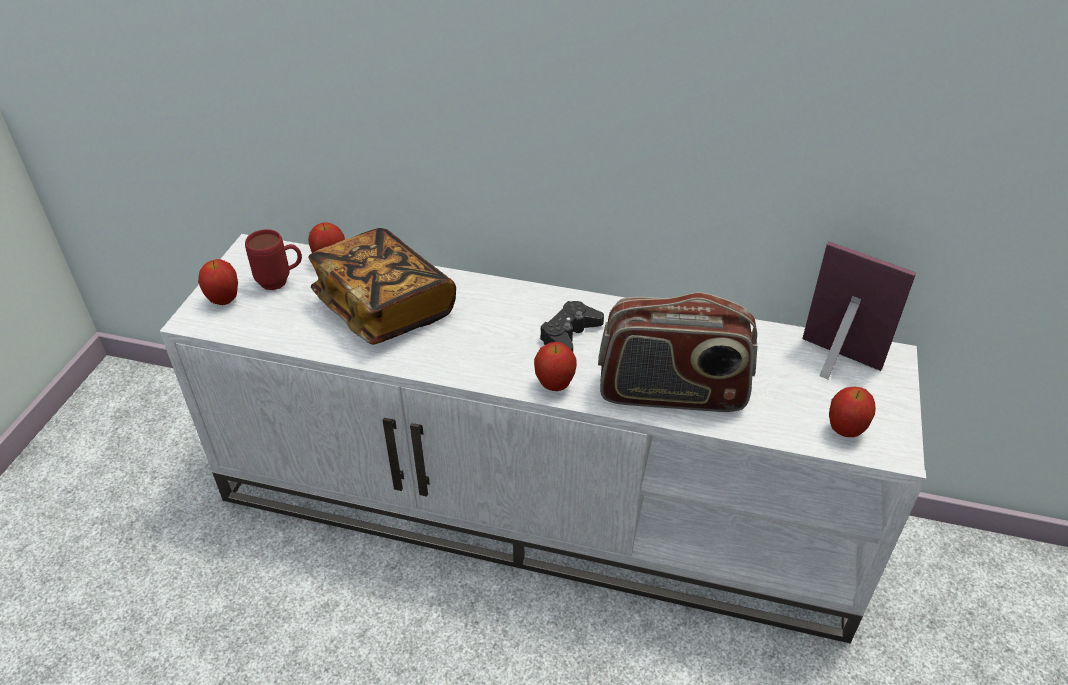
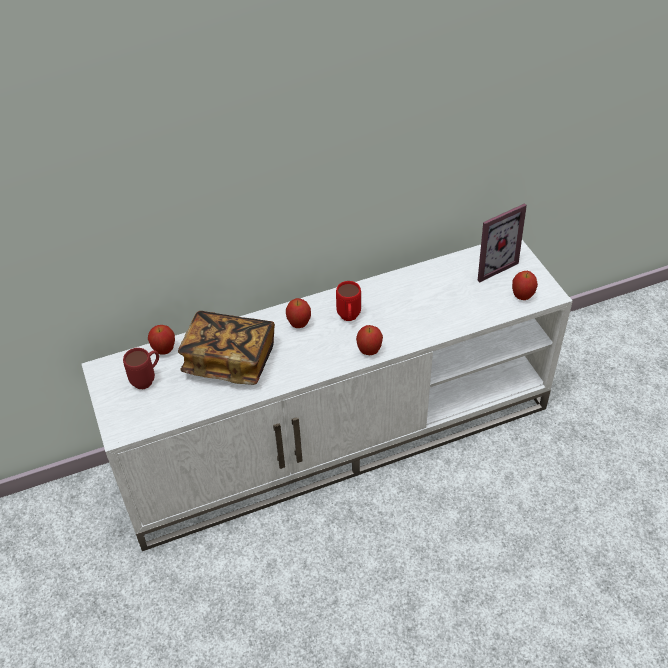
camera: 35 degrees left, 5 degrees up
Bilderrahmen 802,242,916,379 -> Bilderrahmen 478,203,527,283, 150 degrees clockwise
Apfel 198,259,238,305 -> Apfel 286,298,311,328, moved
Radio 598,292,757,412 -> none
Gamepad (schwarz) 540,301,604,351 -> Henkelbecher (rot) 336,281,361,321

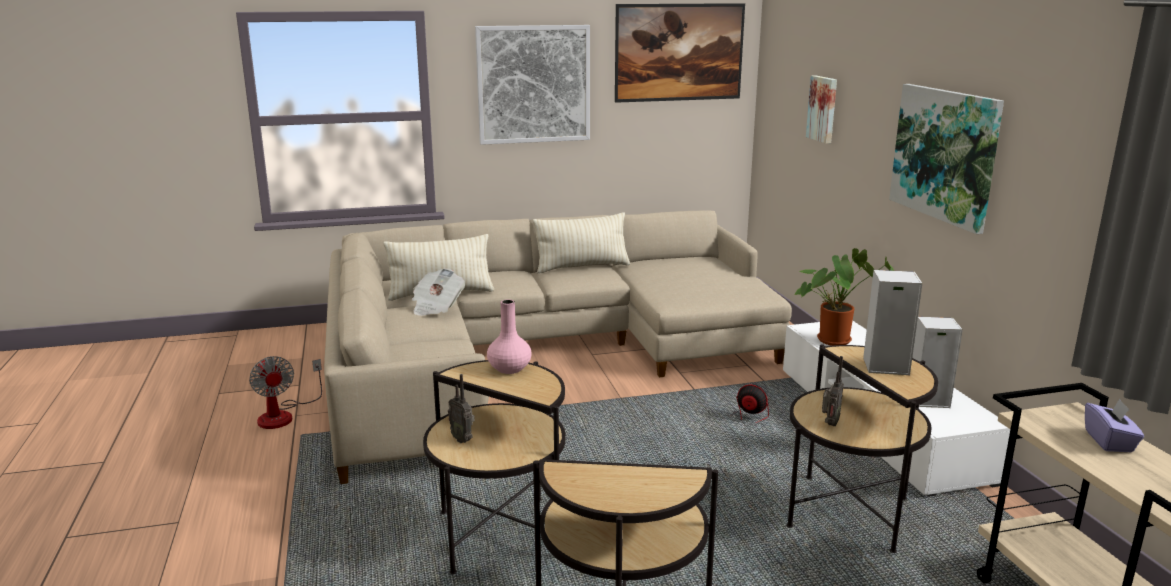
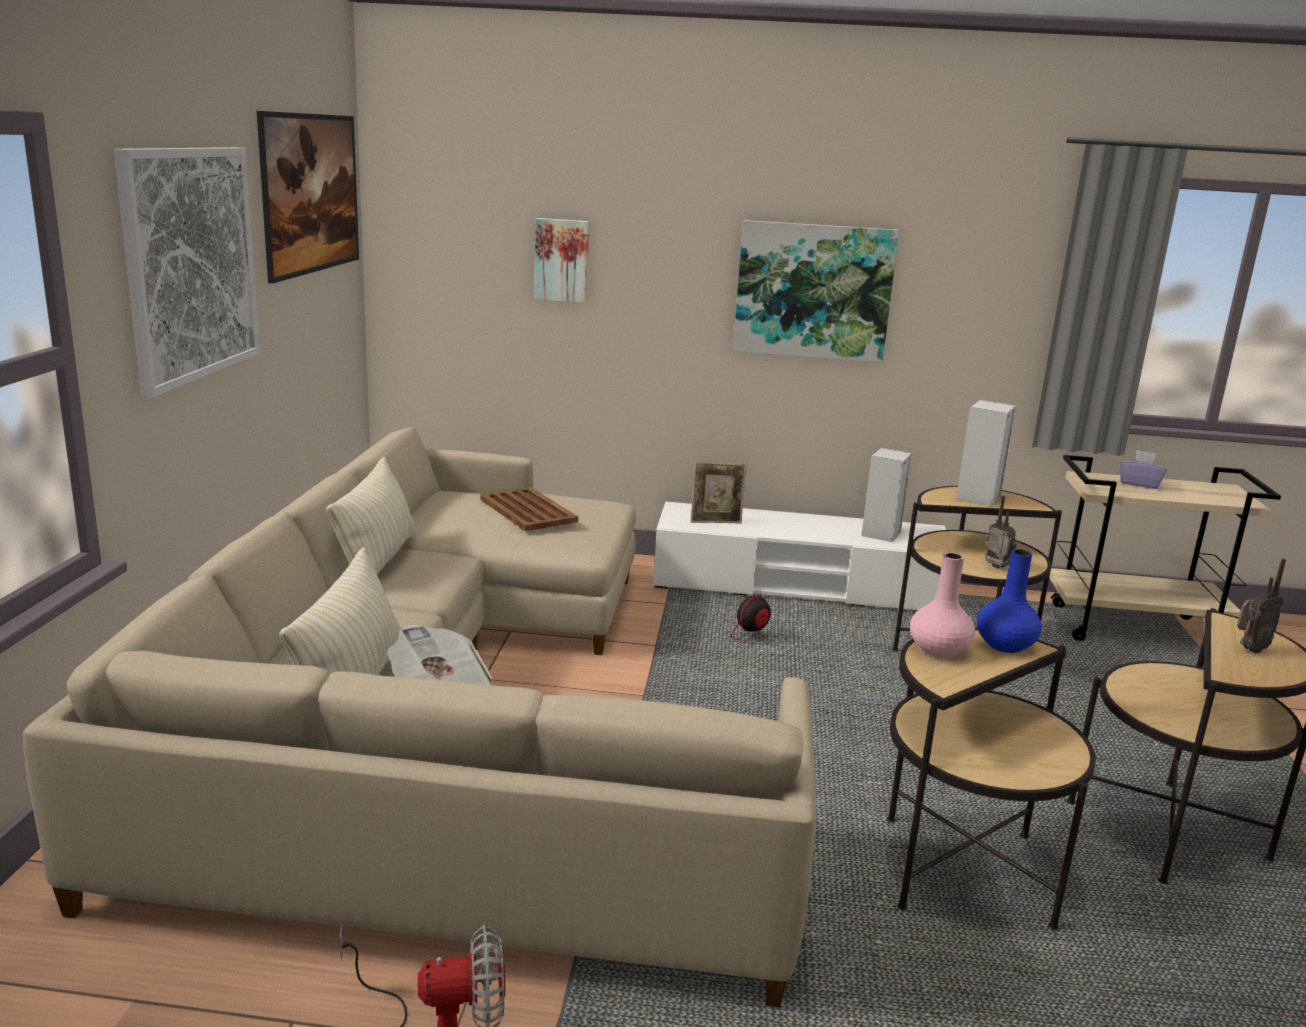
camera: 70 degrees left, 0 degrees up
Topfpflanze 794,248,894,346 -> Bilderrahmen 691,462,747,523
Radio 448,374,475,443 -> Radio 1237,558,1286,653, moved
none -> Tablett (braun) 480,487,578,531
none -> Vase (blau) 977,549,1042,653

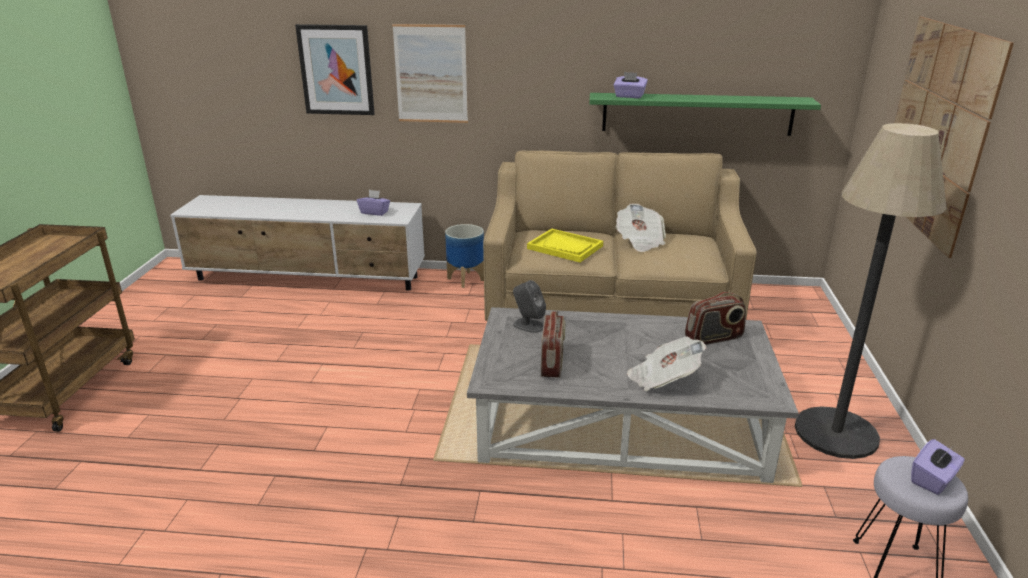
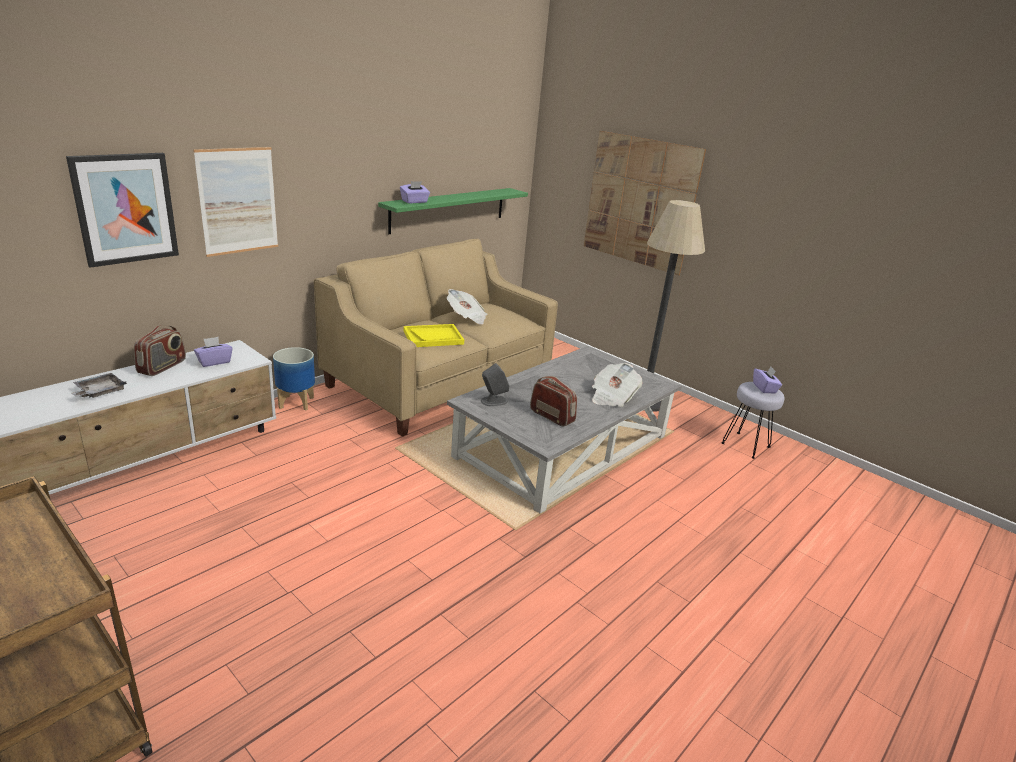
camera: 55 degrees left, 0 degrees up
Radio 685,292,746,345 -> Radio 134,325,186,376, moved
none -> Tablett (grau) 72,373,127,398

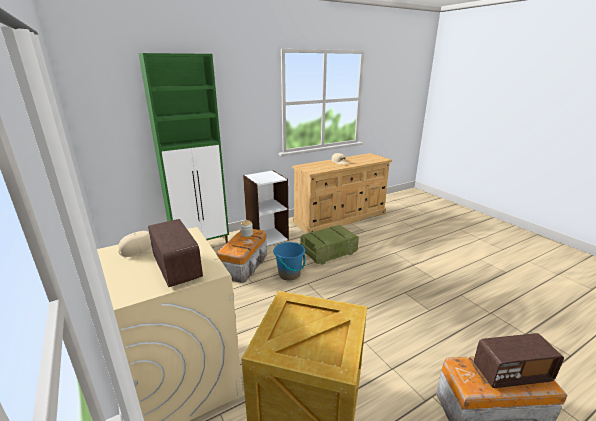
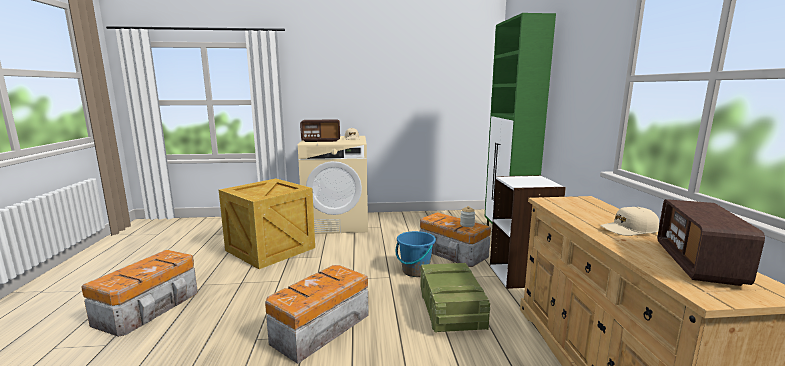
camera: 115 degrees right, 10 degrees down
Radio 473,333,564,388 -> Radio 657,199,765,286, moved
none -> Aufbewahrungsbox 265,265,369,364

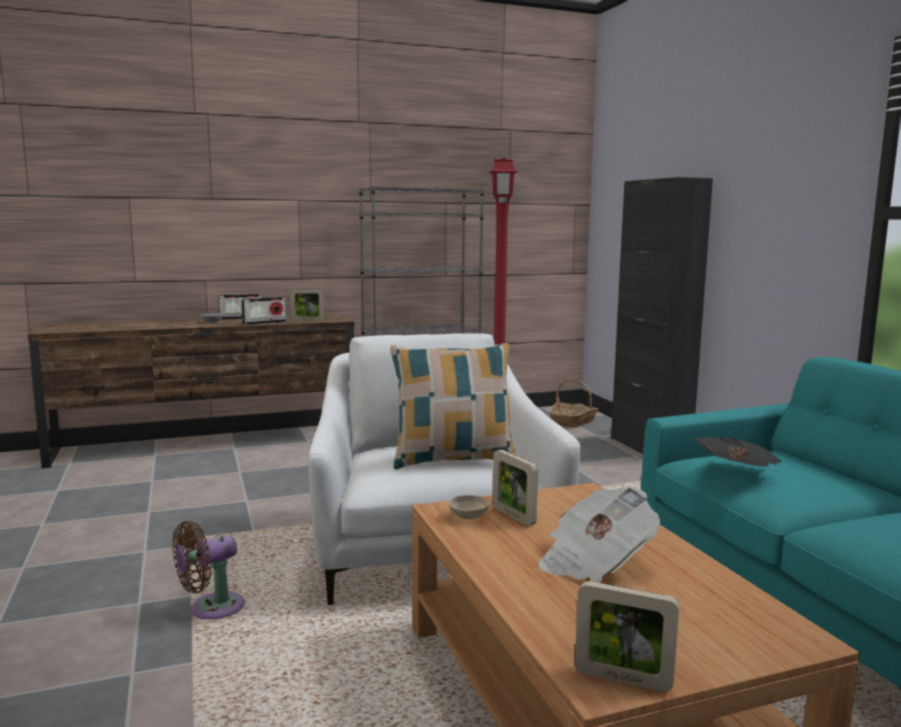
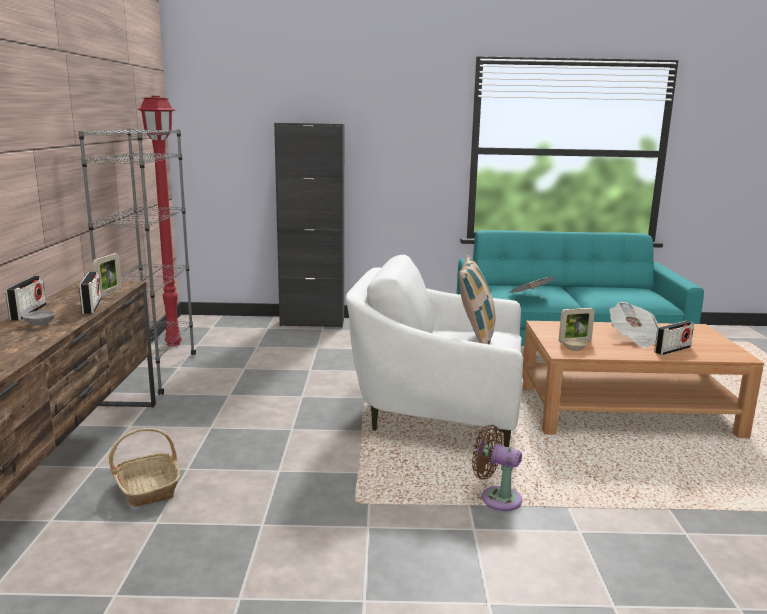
camera: 70 degrees left, 5 degrees up
Korb 549,379,598,428 -> Korb 109,428,180,507, moved
Ventilator (braun) 172,521,245,619 -> Ventilator (braun) 472,425,522,511, 135 degrees clockwise
Bilderrahmen 575,581,680,692 -> none
none -> Radio 654,321,694,355

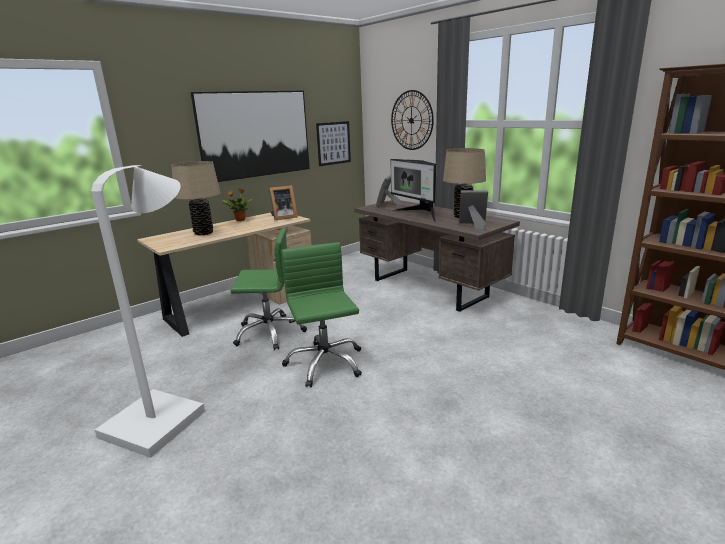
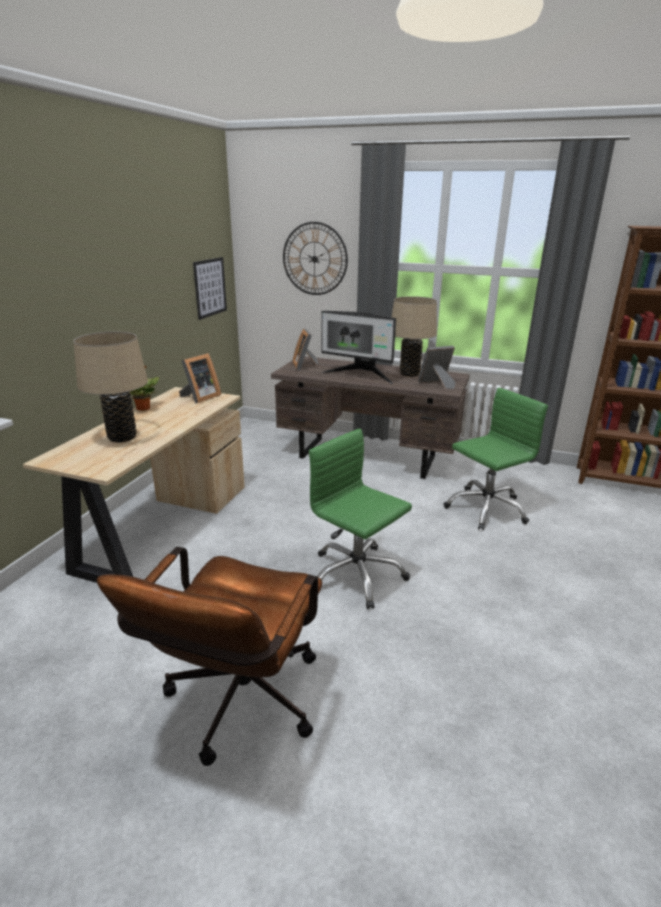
camera: 30 degrees left, 5 degrees up
Bild 191,91,310,182 -> none
Stehlampe (weiß) 91,165,205,458 -> Bürostuhl (braun) 97,547,322,766
Bürostuhl (grün) 230,228,307,350 -> Bürostuhl (grün) 443,388,548,530, moved

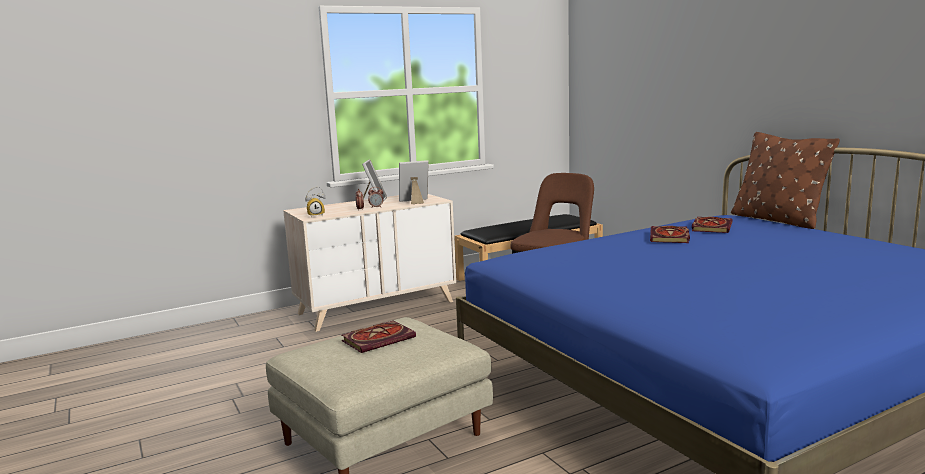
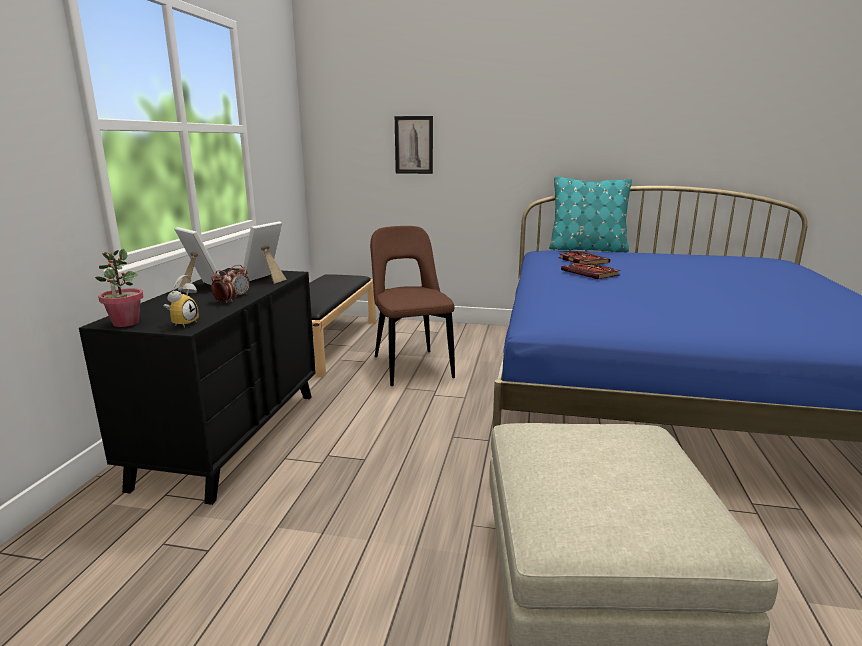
camera: 50 degrees left, 5 degrees up
Kissen (braun) 731,132,840,229 -> Kissen (türkis) 549,176,632,252
Kommode (beige) 283,194,456,332 -> Kommode (schwarz) 79,268,316,505
Buch 342,320,416,353 -> none
none -> Bild 395,116,433,174
none -> Topfpflanze 95,249,143,327

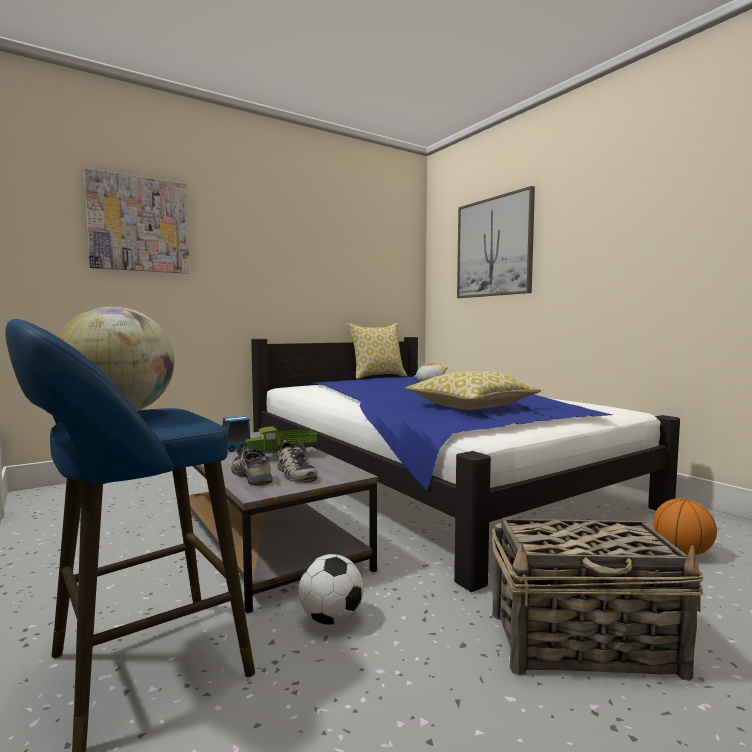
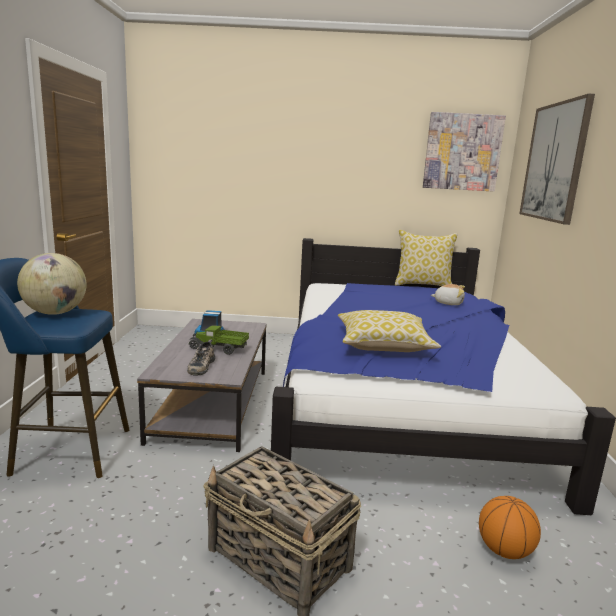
camera: 35 degrees right, 10 degrees up
Bild 84,168,190,274 -> Bild 423,112,506,192, moved
Schuh 231,448,273,486 -> none
Fußball 299,554,364,625 -> none

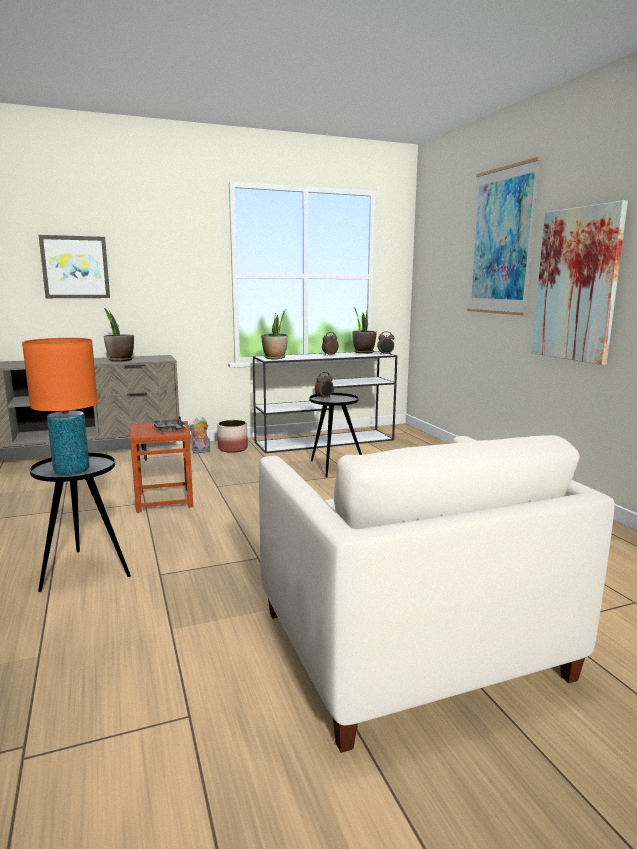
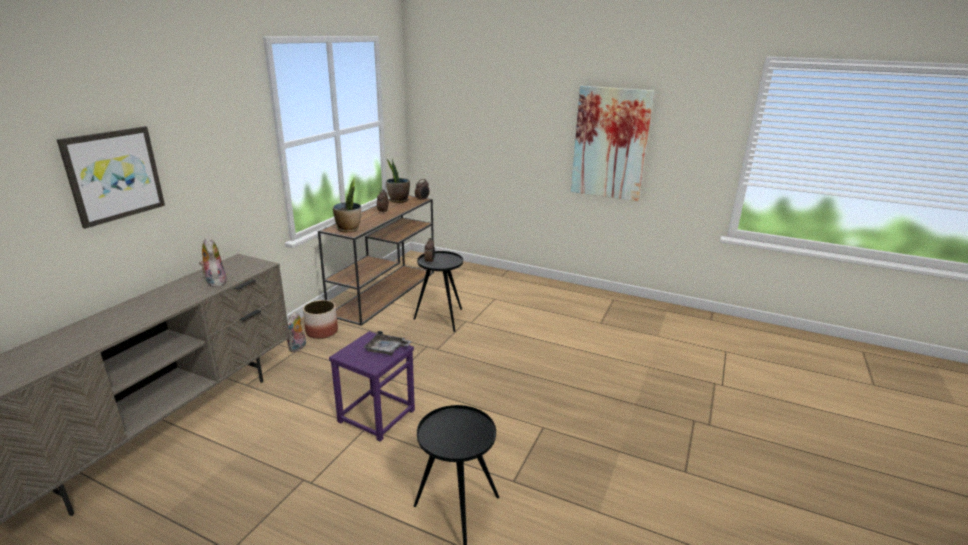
camera: 45 degrees left, 10 degrees up
Bild 467,157,541,316 -> none
Topfpflanze 104,308,134,361 -> Plüschtier 199,236,228,287
Tischlampe (orange) 22,338,98,475 -> none
Konsolentisch (weiß) 253,351,397,453 -> Konsolentisch (braun) 318,195,434,326
Hocker (braun) 129,421,193,513 -> Hocker (lila) 329,331,415,442
Sessel (weiß) 259,435,614,753 -> none

